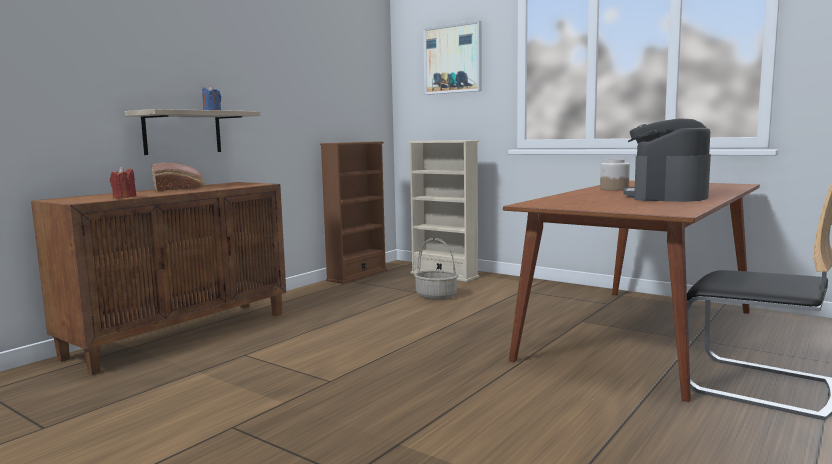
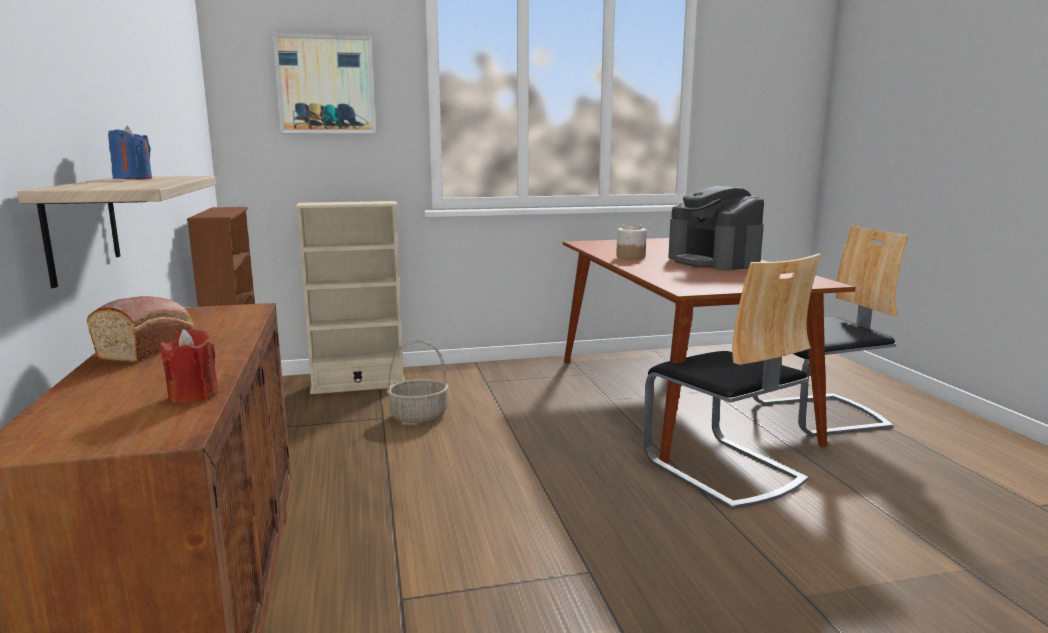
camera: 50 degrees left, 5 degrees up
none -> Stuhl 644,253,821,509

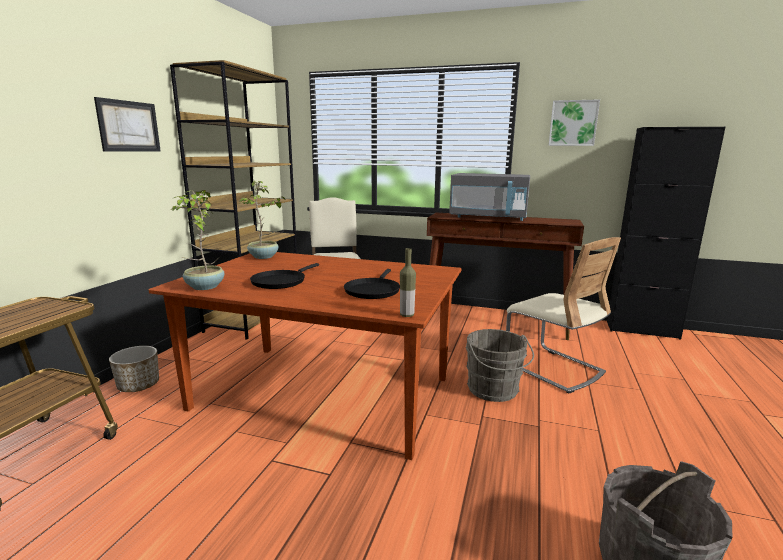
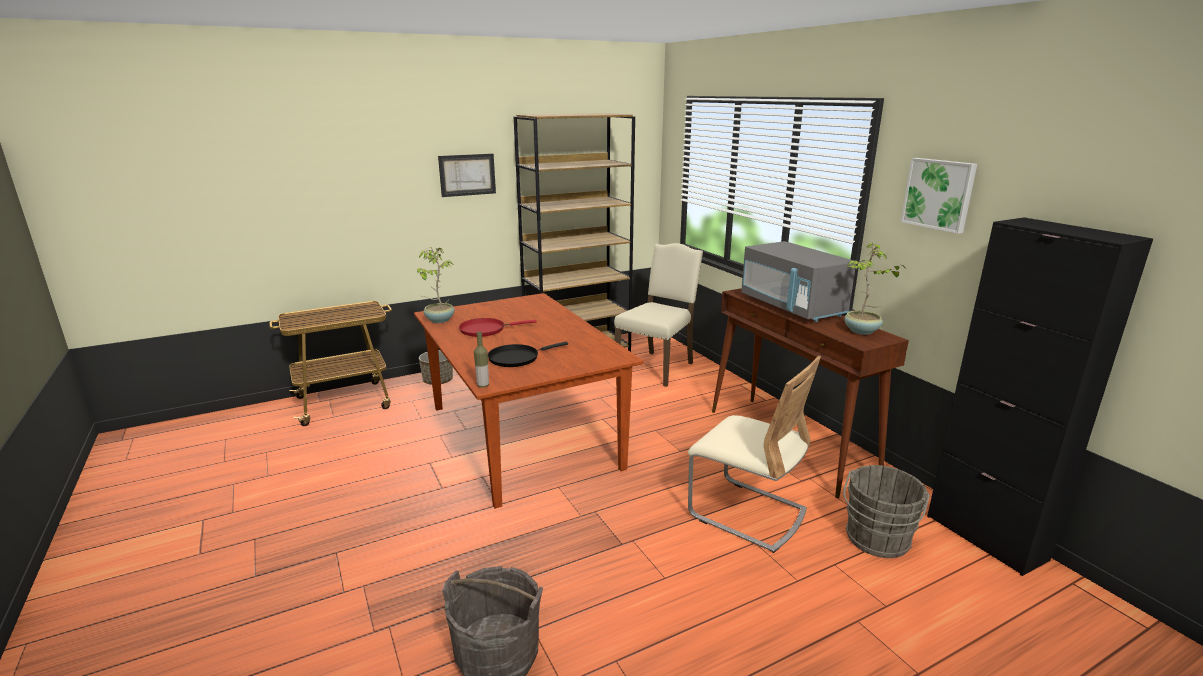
camera: 45 degrees right, 5 degrees up
Topfpflanze 239,181,285,259 -> Topfpflanze 844,242,906,335, moved
Stuhl (beige) 506,237,621,394 -> Stuhl (beige) 688,356,821,553, 60 degrees counterclockwise
Pfanne (schwarz) 250,263,319,289 -> Pfanne (rot) 459,318,537,337
Eimer (grau) 465,329,534,402 -> Eimer (grau) 843,465,930,558, moved

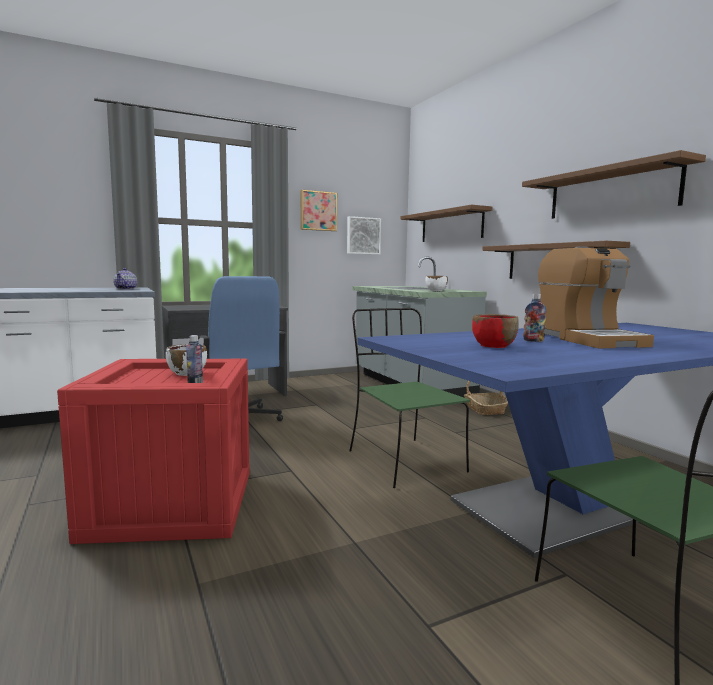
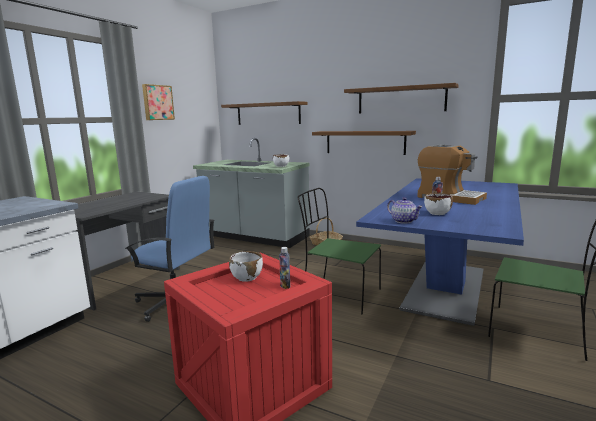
camera: 35 degrees left, 5 degrees up
Bild 347,216,381,255 -> none
Teekanne 114,268,137,290 -> Teekanne 387,197,423,224, moved
Schüssel (rot) 472,314,519,348 -> Schüssel (weiß) 424,193,453,215

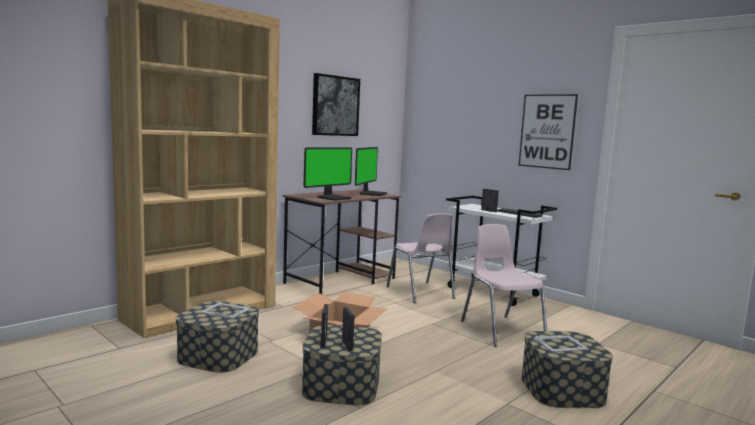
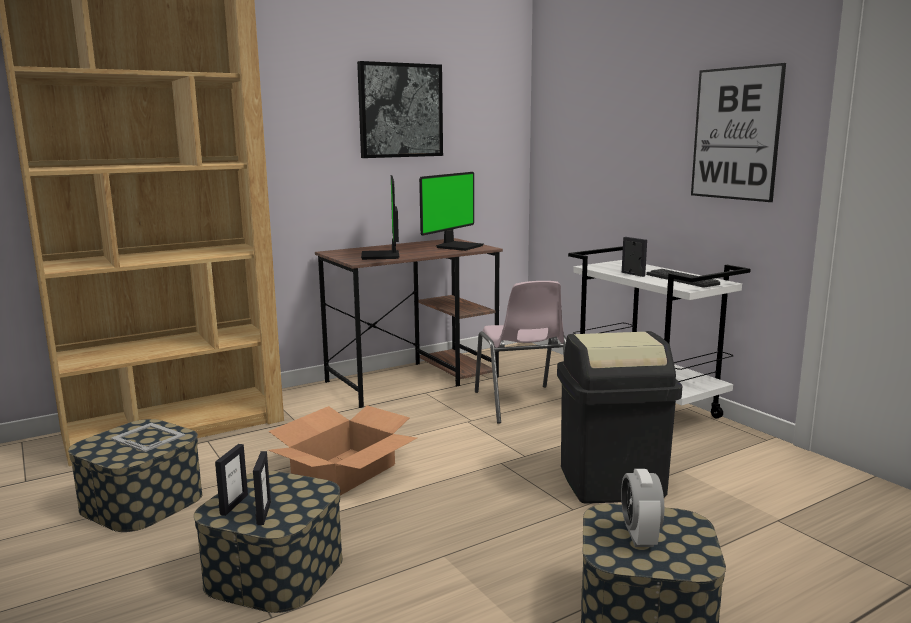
camera: 15 degrees right, 5 degrees up
Monitor 304,148,352,201 -> Monitor 361,175,399,260, 120 degrees clockwise
Stuhl (rosa) 461,224,547,347 -> Mülleimer (schwarz) 557,331,682,504
Bilderrahmen 534,335,589,352 -> Wecker 621,469,664,547

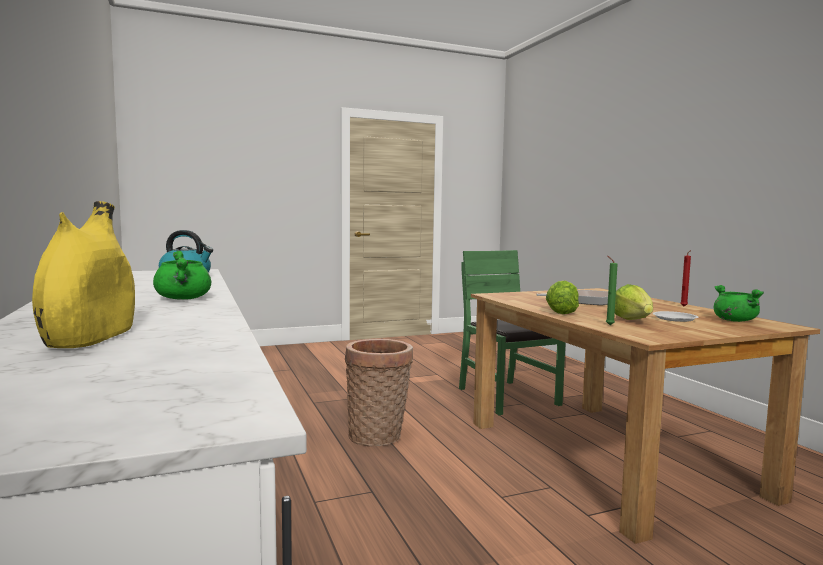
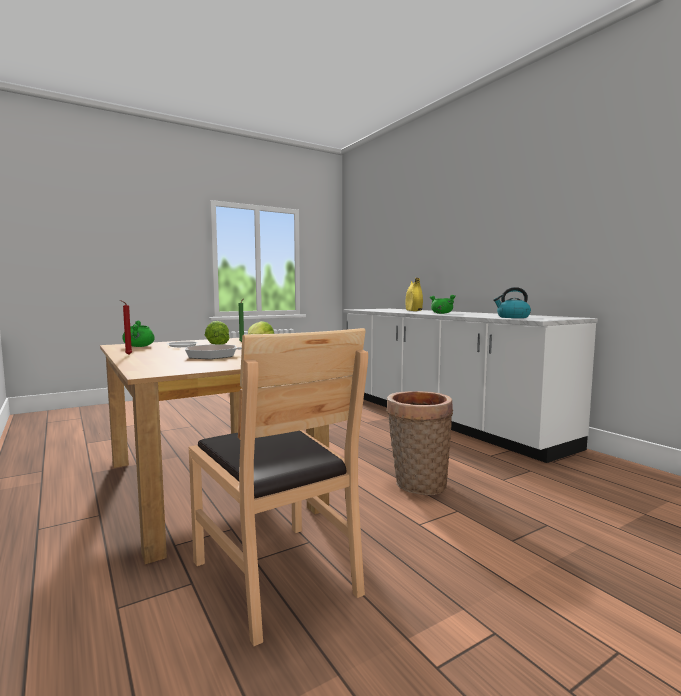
camera: 170 degrees right, 0 degrees up
Stuhl (grün) 459,250,566,415 -> Stuhl (braun) 189,328,368,646

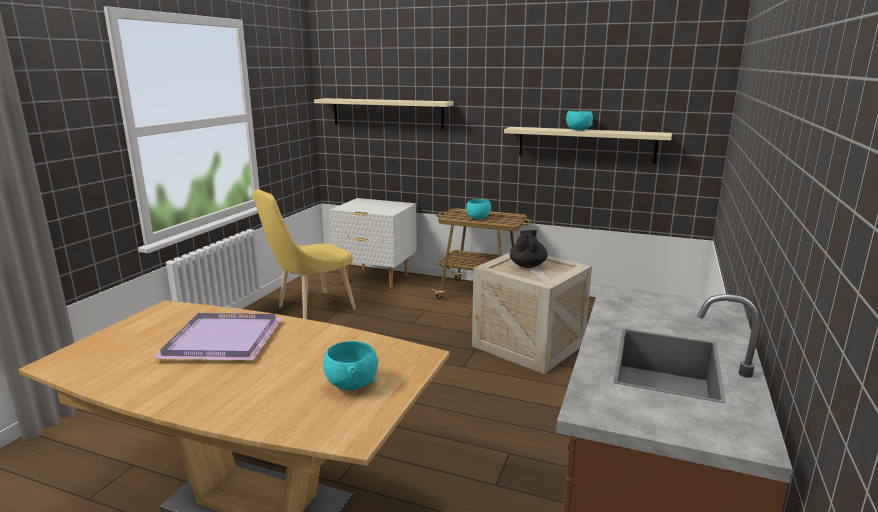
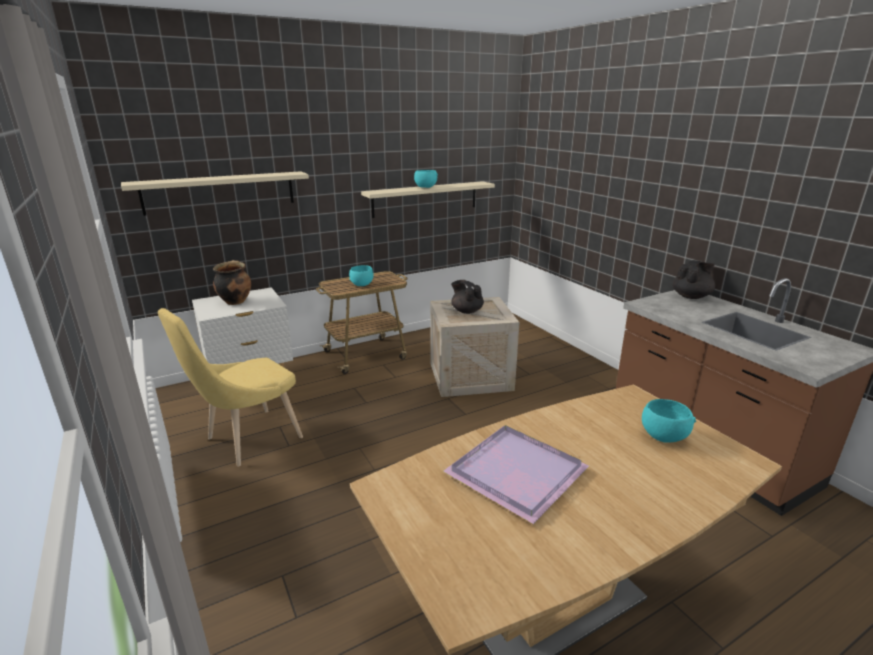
camera: 50 degrees left, 5 degrees up
Stuhl (gelb) 253,189,356,319 -> Stuhl (gelb) 158,308,303,467, 45 degrees clockwise
none -> Kochtopf 213,260,251,305
none -> Teekanne (schwarz) 673,260,715,299

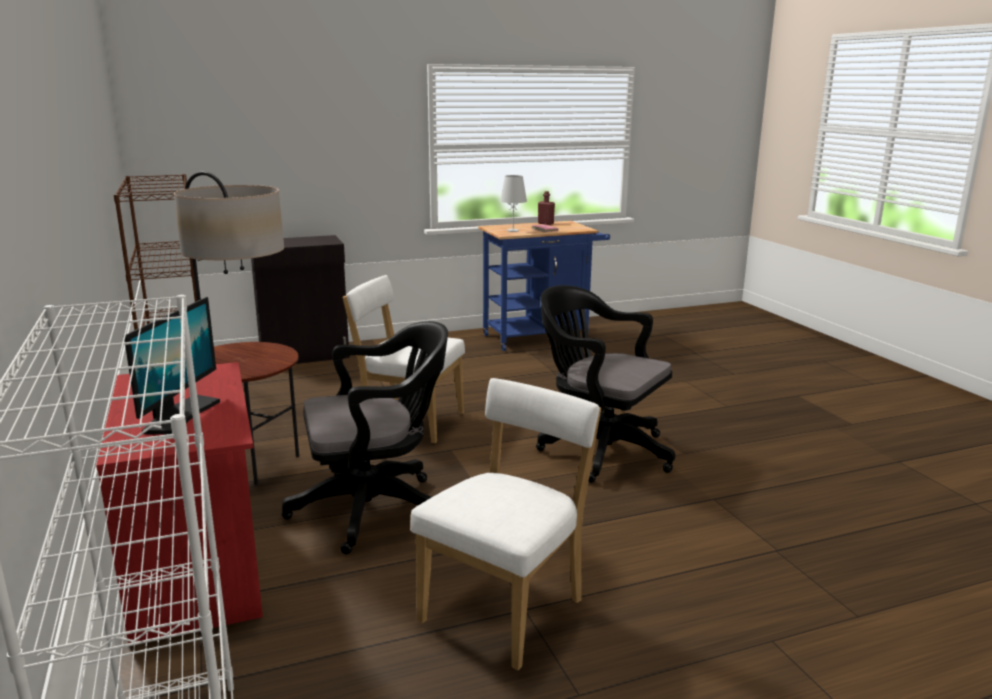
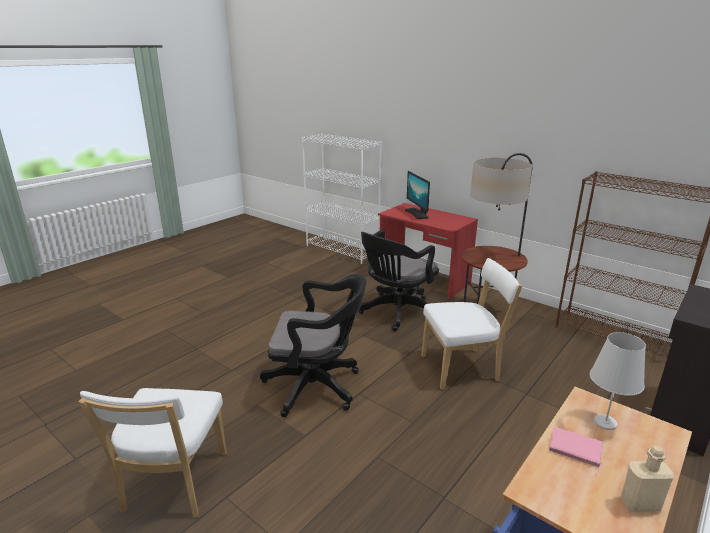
camera: 150 degrees right, 5 degrees up
Flasche (rot) 538,191,555,225 -> Flasche (beige) 621,446,674,512
Stuhl (weiß) 410,378,601,670 -> Stuhl (weiß) 78,388,227,517, moved

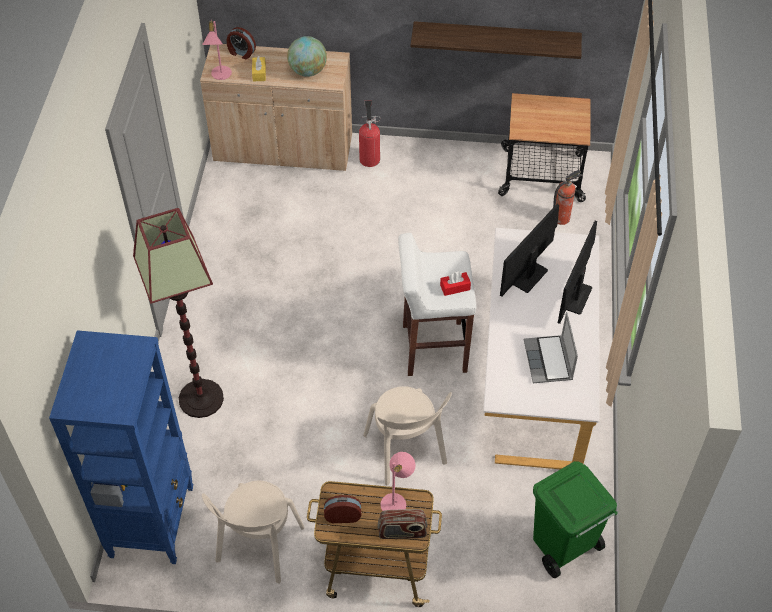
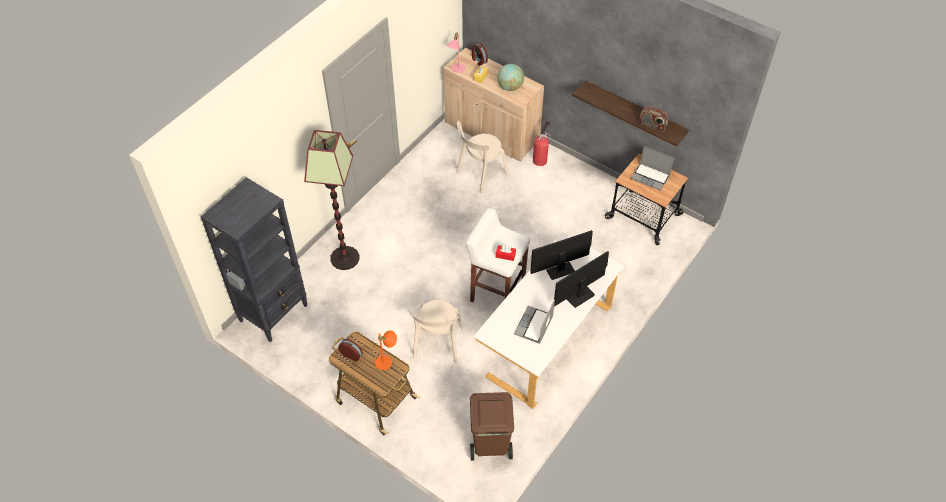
camera: 30 degrees right, 0 degrees up
Feuerlöscher 553,170,582,225 -> none
Bücherregal (blau) 49,330,193,564 -> Bücherregal (schwarz) 201,177,308,342
Tischlampe (rosa) 380,452,416,511 -> Tischlampe (orange) 375,330,397,370
Mülleimer (grün) 533,461,618,578 -> Mülleimer (braun) 470,392,514,461
Stuhl (beige) 202,481,305,584 -> Stuhl (beige) 456,120,509,194, moved
Radio 378,509,428,539 -> Radio 639,106,668,132, moved
none -> Laptop 631,146,674,191

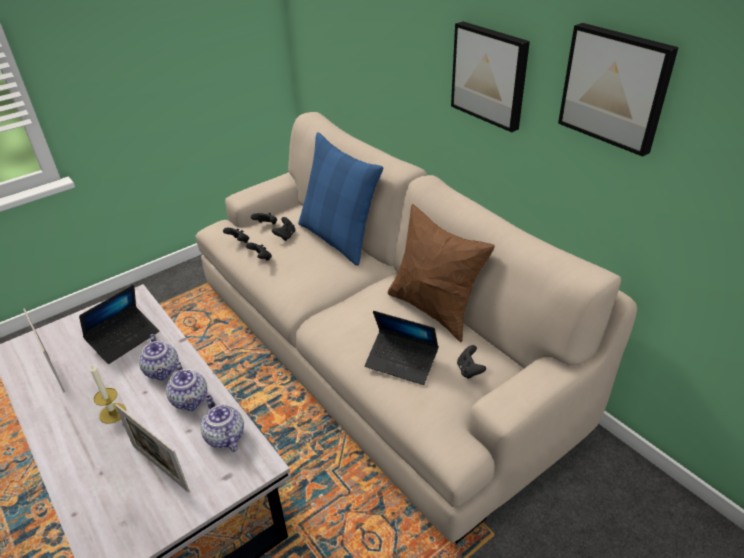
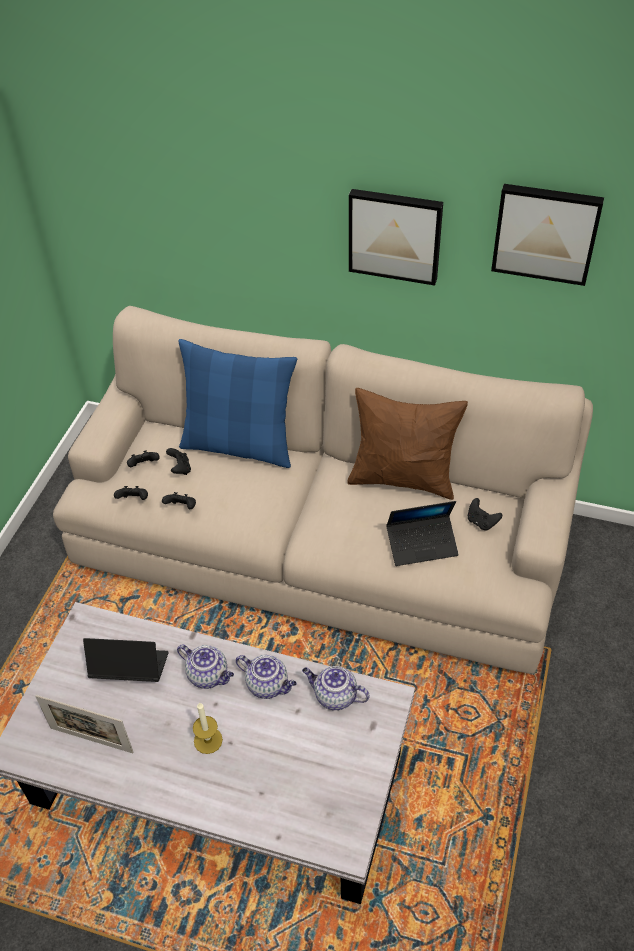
camera: 35 degrees left, 10 degrees up
Laptop 79,285,159,364 -> Laptop 83,638,169,682, 90 degrees counterclockwise
Bilderrahmen 115,404,190,493 -> none

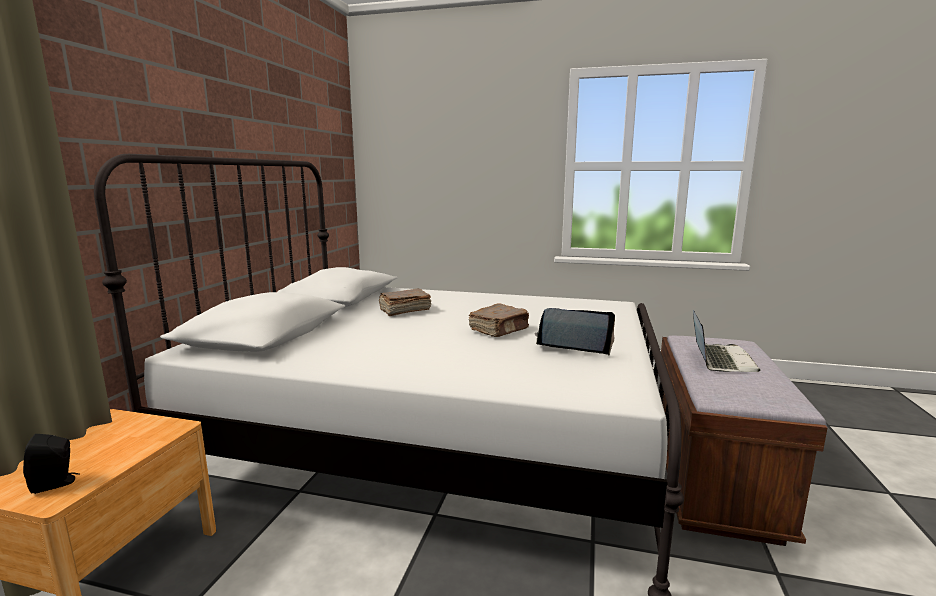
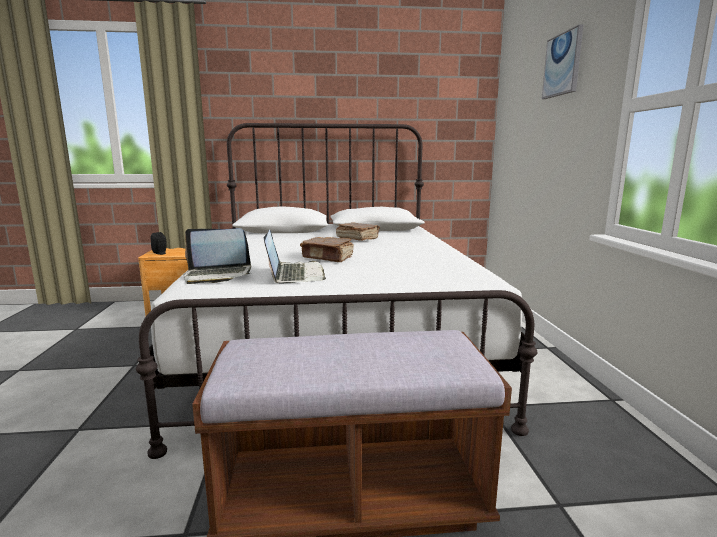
camera: 70 degrees right, 0 degrees up
Laptop 693,310,761,372 -> Laptop 183,228,251,284, moved
none -> Bild 542,24,583,99

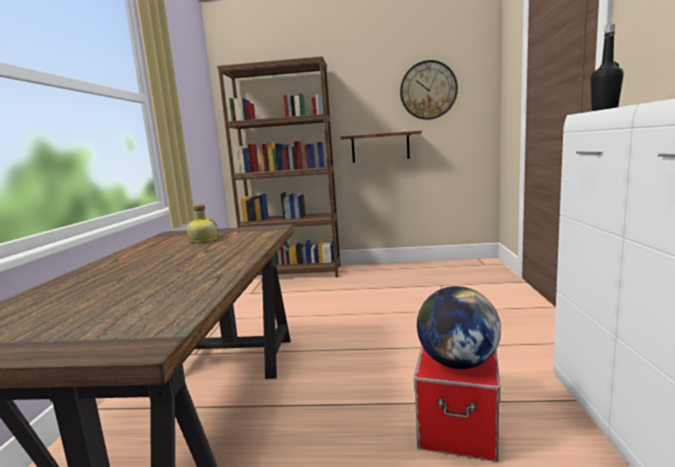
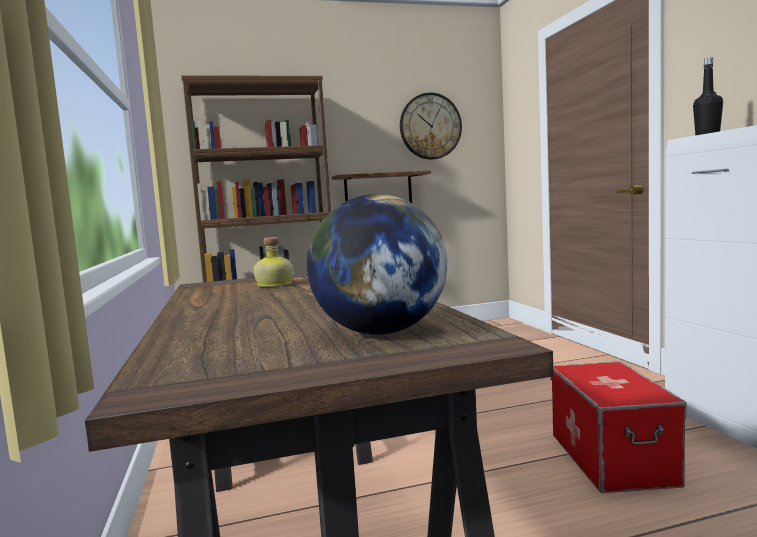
camera: 20 degrees left, 5 degrees down
Globus 417,286,501,369 -> Globus 307,194,447,335, moved

